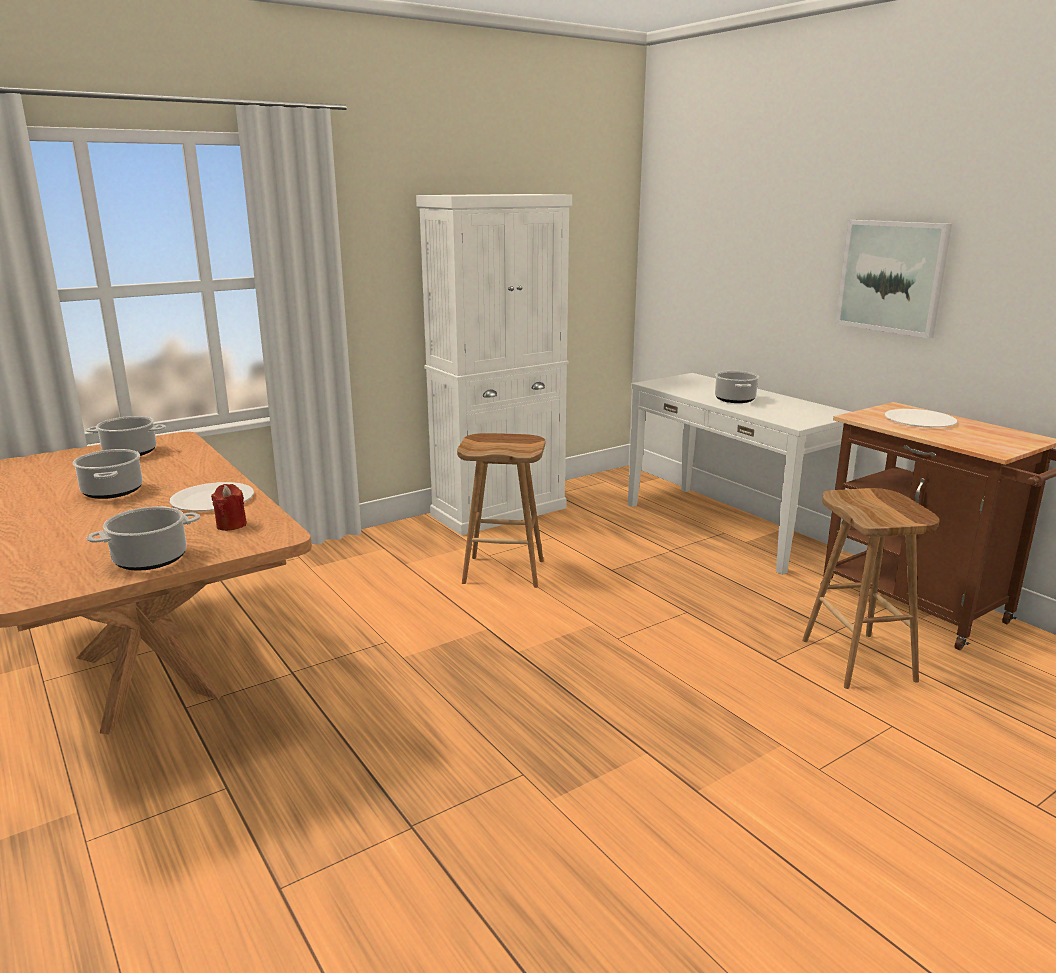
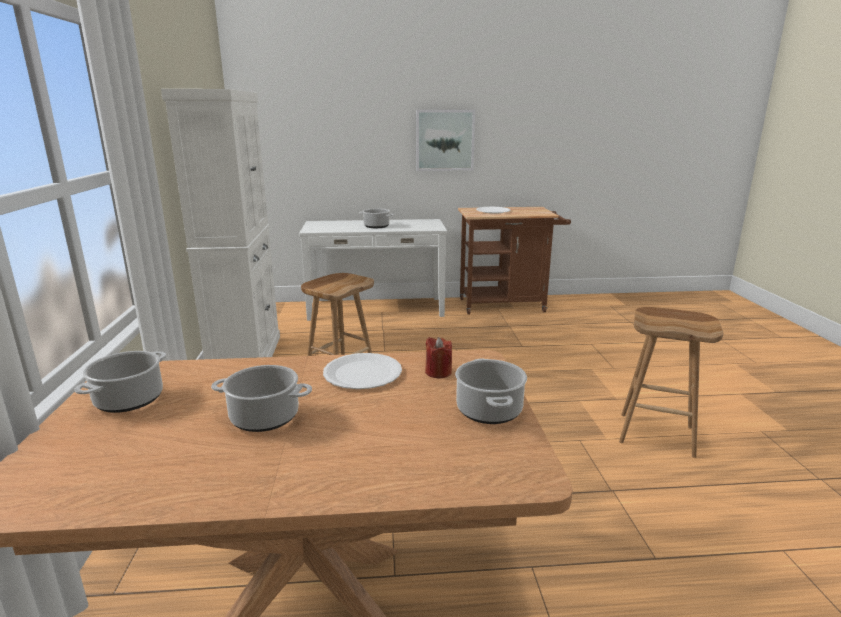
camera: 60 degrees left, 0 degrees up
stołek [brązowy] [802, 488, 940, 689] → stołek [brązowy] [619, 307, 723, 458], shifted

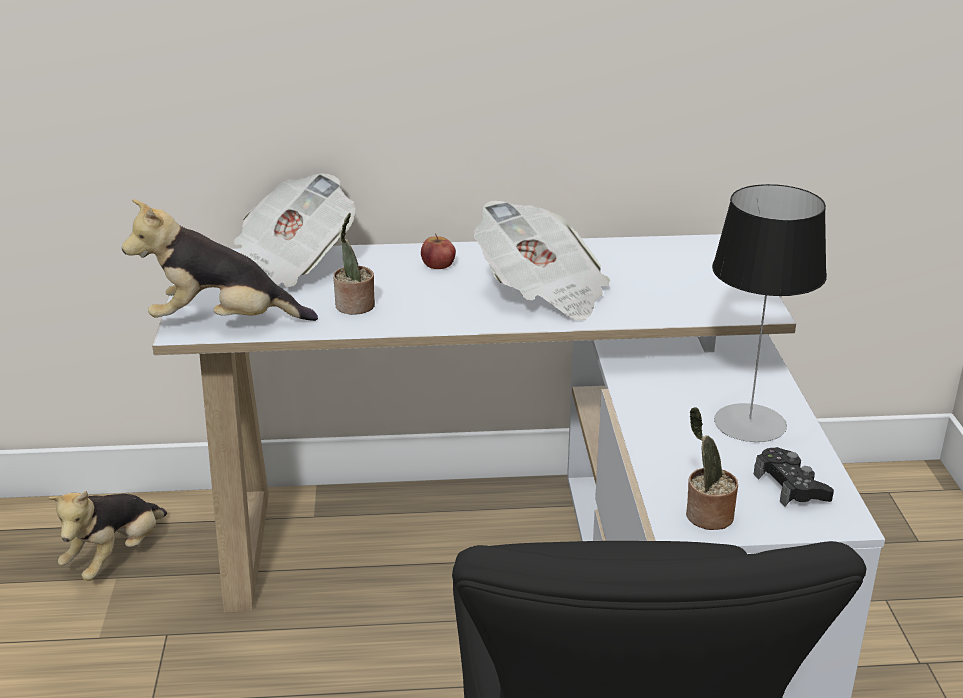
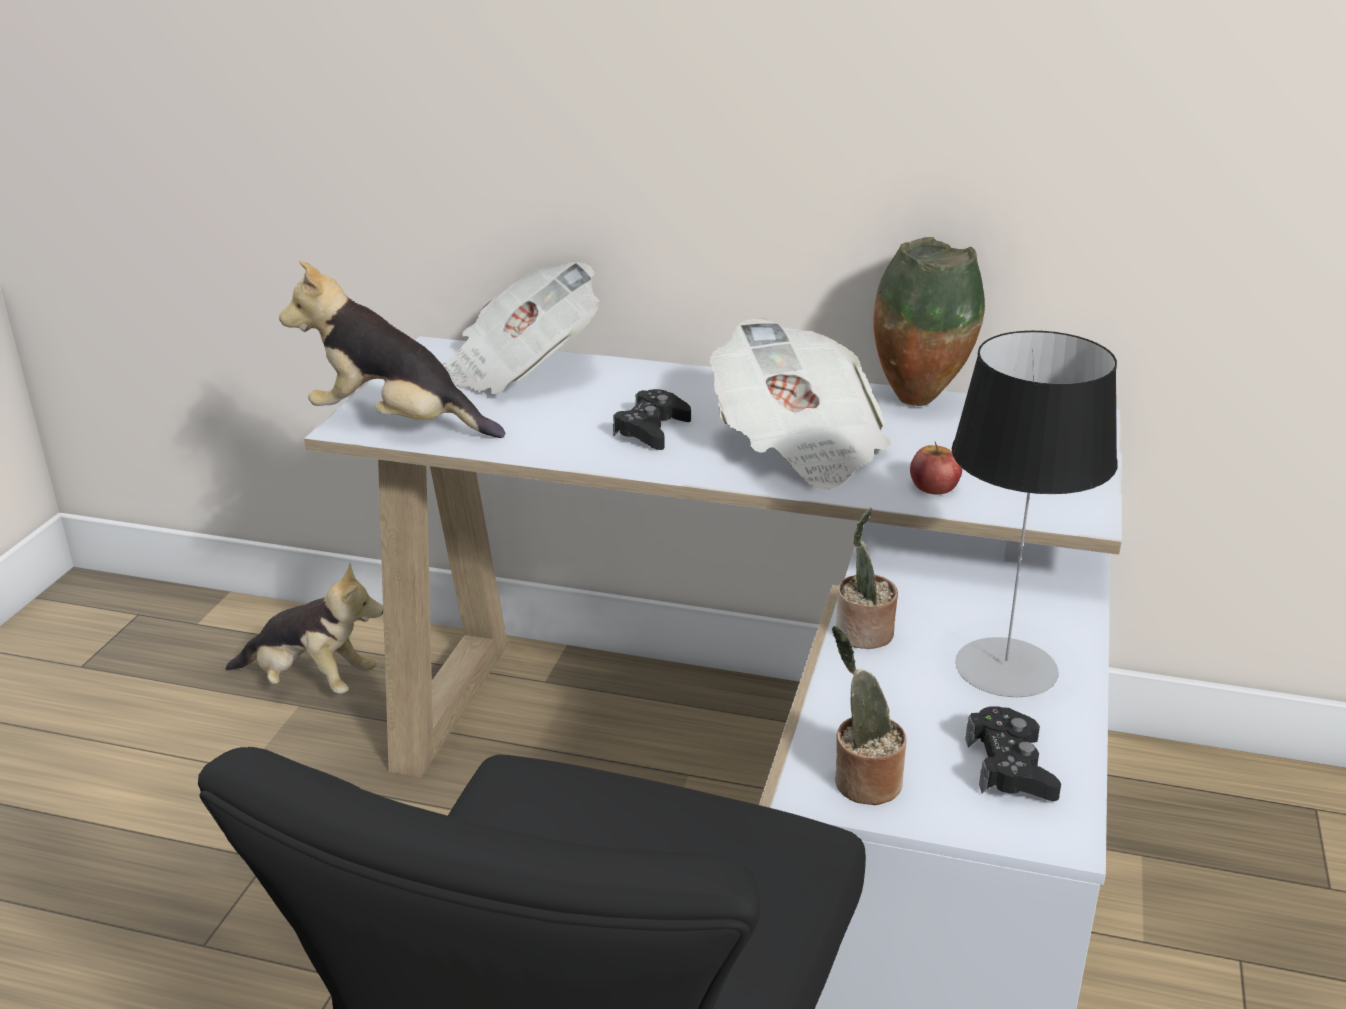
camera: 20 degrees right, 0 degrees up
pluszak [48, 491, 167, 581] → pluszak [225, 562, 383, 694], 120 degrees counterclockwise
- → pad do gier [czarny] [613, 389, 691, 450]
roślina doniczkowa [333, 213, 375, 315] → roślina doniczkowa [836, 508, 898, 649], shifted
- → wazon [874, 237, 985, 406]
jabłko [421, 233, 456, 269] → jabłko [910, 442, 962, 494], shifted

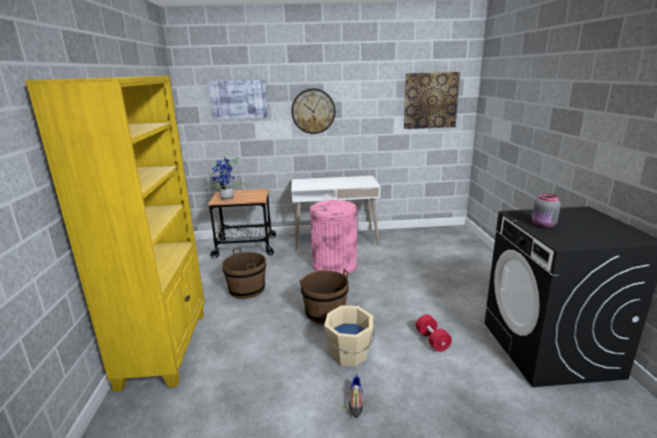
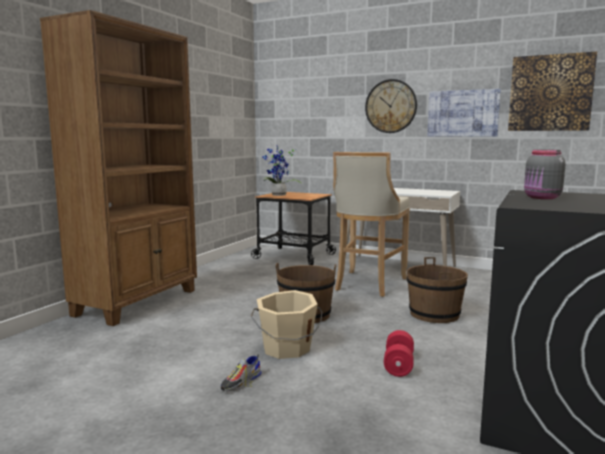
camera: 30 degrees right, 10 degrees down
regał [żółty] [25, 76, 205, 392] → regał [brązowy] [40, 10, 197, 326]
kosz na śmieci [różowy] [310, 200, 357, 275] → stołek [beżowy] [333, 152, 410, 297]
wiadro [brązowy] [222, 247, 266, 299] → wiadro [brązowy] [407, 257, 468, 323], shifted
obraz [208, 80, 268, 119] → obraz [427, 89, 501, 137], shifted

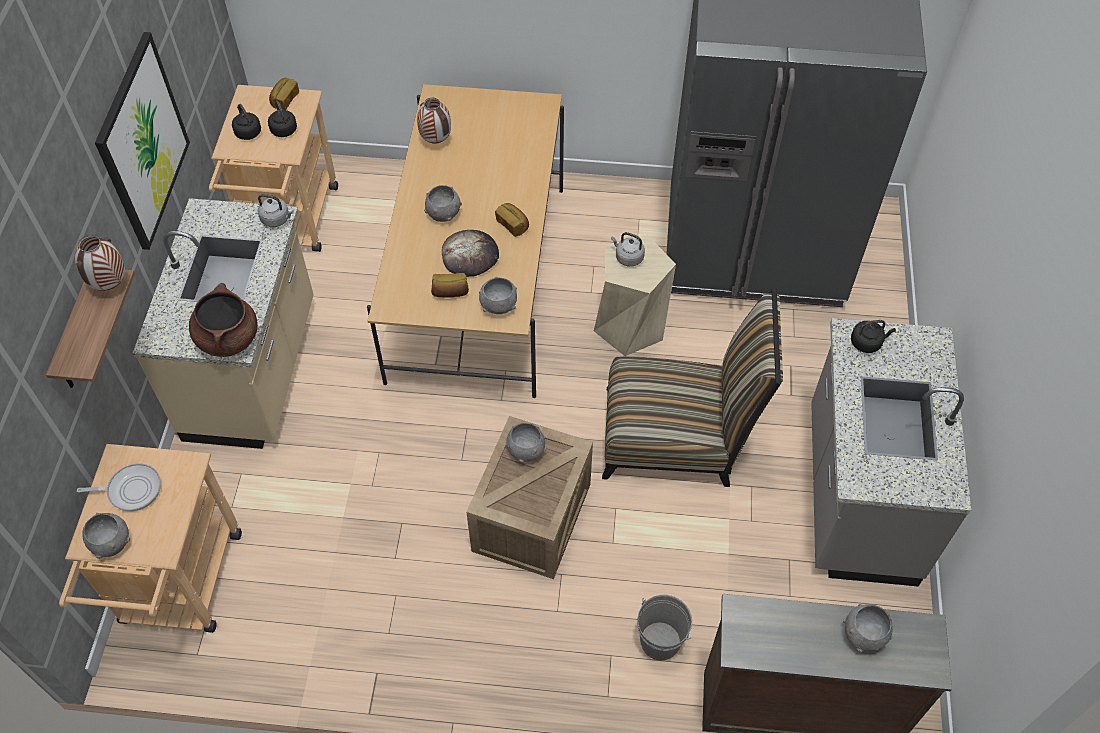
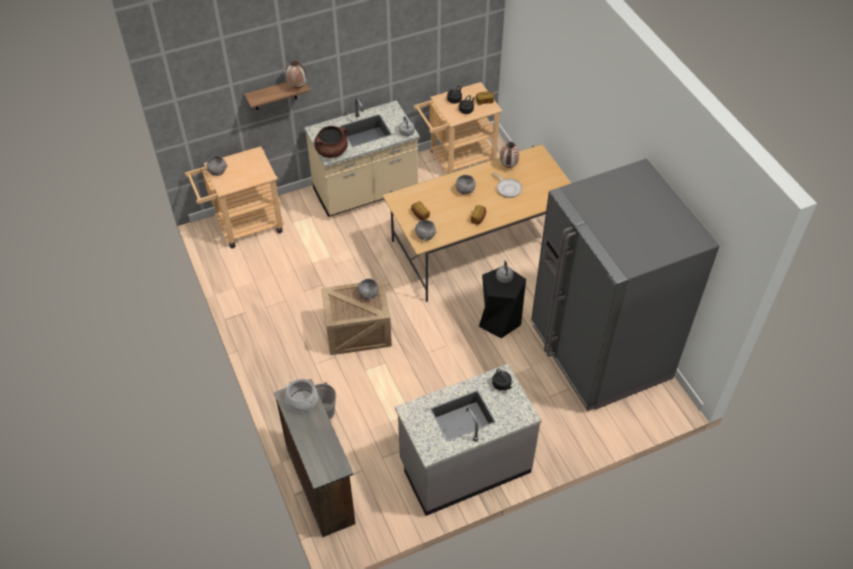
camera: 60 degrees right, 5 degrees down
- → garnek [285, 379, 318, 412]
stołek [beżowy] [594, 235, 676, 356] → stołek [czarny] [479, 267, 526, 338]
patelnia [77, 463, 161, 512] → patelnia [493, 172, 522, 198], shifted
obraz [95, 32, 190, 250] → -
chleb [442, 230, 499, 277] → -
krzesło [602, 288, 783, 487] → -
miska [szary] [843, 604, 893, 652] → -

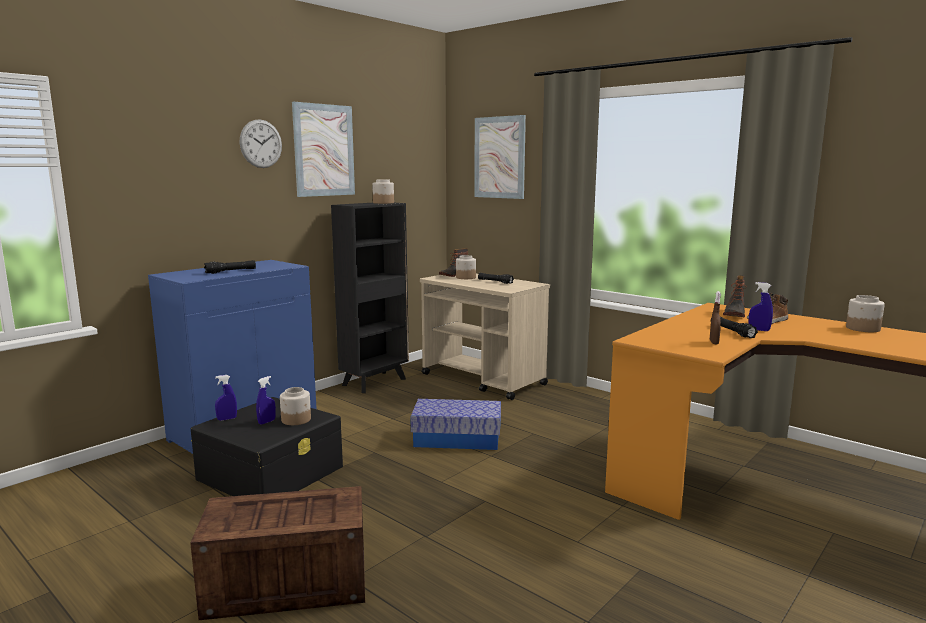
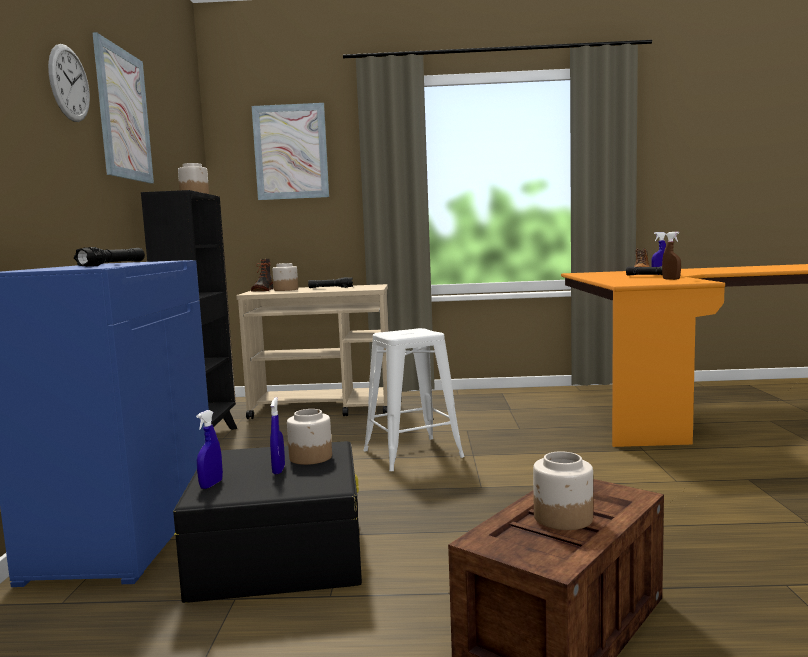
camera: 40 degrees left, 5 degrees down
pojemnik do przechowywania [410, 399, 501, 450] → stołek [biały] [363, 328, 465, 471]
słoik [846, 295, 885, 332] → słoik [533, 451, 593, 530], shifted
but z cholewką [723, 276, 747, 317] → -

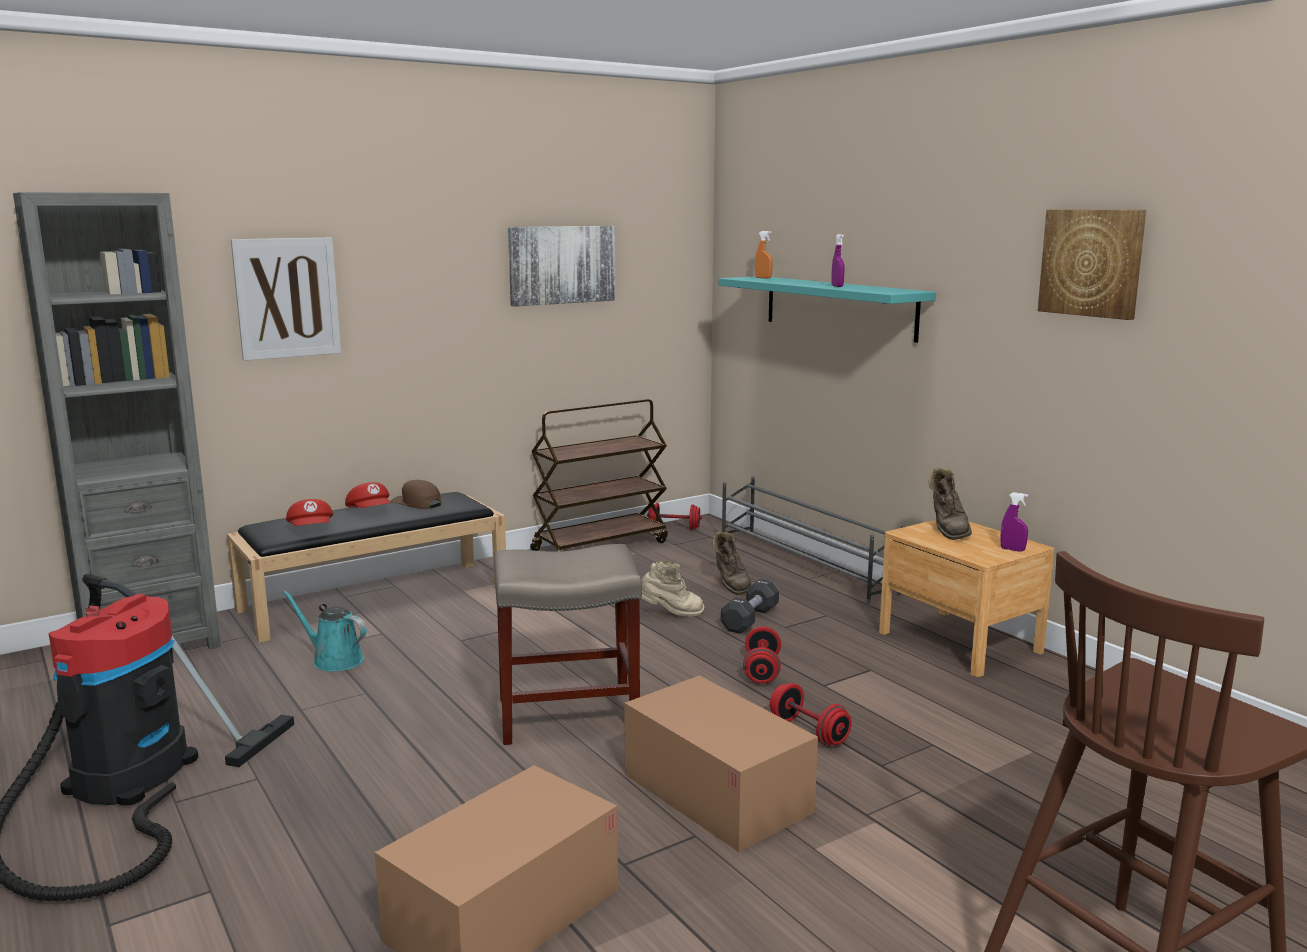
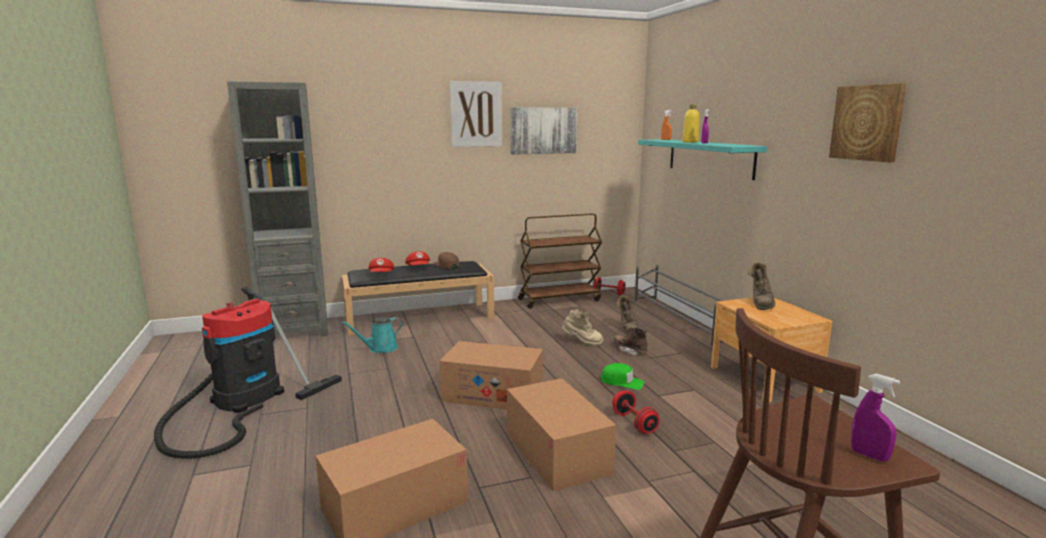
camera: 15 degrees right, 0 degrees up
konewka [turkusowy] [282, 590, 367, 671] → konewka [turkusowy] [341, 317, 403, 353], 75 degrees counterclockwise
stołek [beżowy] [494, 544, 642, 745] → karton [440, 341, 543, 410]
obraz [231, 238, 341, 361] → obraz [450, 81, 502, 147], shifted
hantel [czerwony] [743, 626, 781, 683] → czapka z daszkiem [zielony] [601, 363, 645, 390]
hantel [czarny] [721, 579, 779, 634] → but z cholewką [brązowy] [613, 327, 648, 356]
- → butelka [żółty] [682, 104, 700, 143]
spryskiwacz [fioletowy] [1000, 492, 1028, 551] → spryskiwacz [fioletowy] [851, 374, 900, 462], shifted

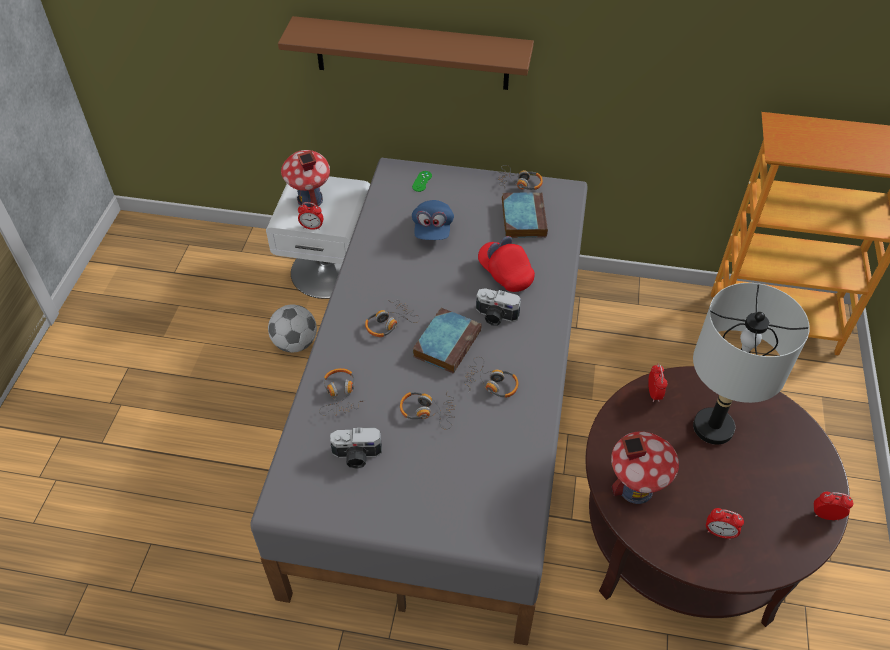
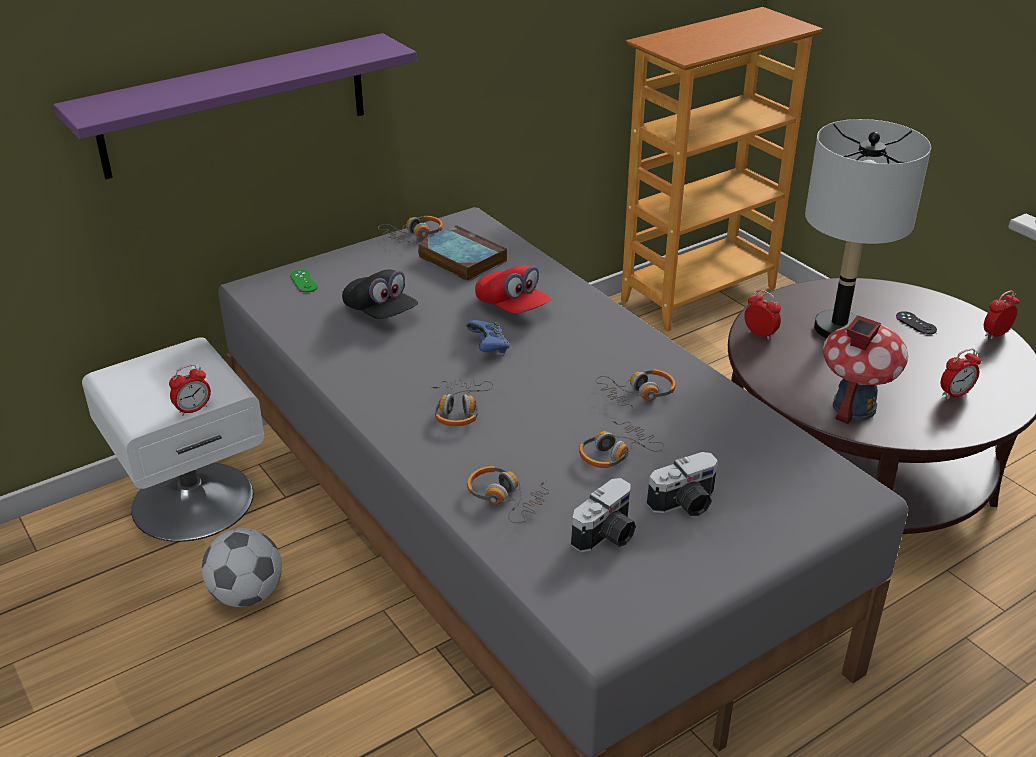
camera: 45 degrees left, 15 degrees down
półka [brązowy] [278, 16, 534, 90] → półka [fioletowy] [53, 33, 417, 179]
czapka z daszkiem [niebieski] [412, 200, 454, 240] → czapka z daszkiem [czarny] [342, 270, 418, 319]
- → pad do gier [niebieski] [466, 320, 510, 353]
czapka z daszkiem [czerwony] [478, 236, 535, 292] → czapka z daszkiem [czerwony] [475, 265, 551, 314], 135 degrees counterclockwise
aparat fotograficzny [476, 288, 521, 326] → aparat fotograficzny [647, 452, 718, 516], shifted
- → pad do gier [czarny] [896, 311, 937, 335]
domek [281, 150, 330, 207] → -
książka [413, 308, 482, 373] → -

